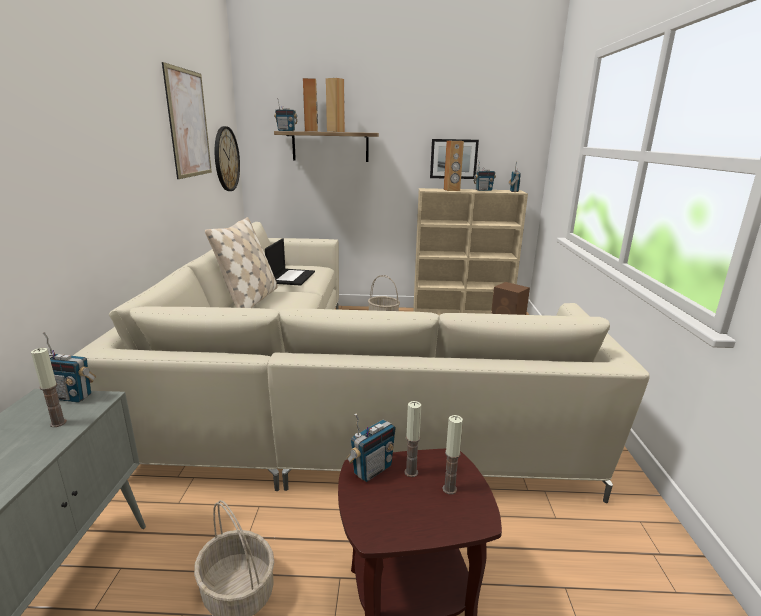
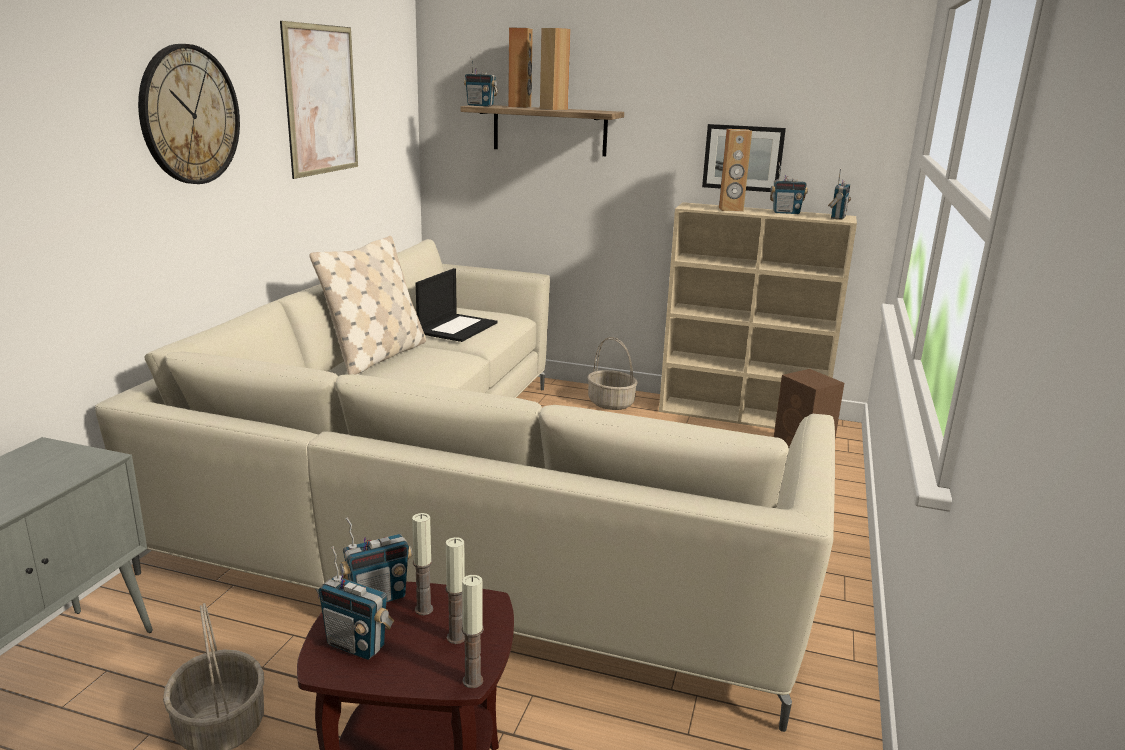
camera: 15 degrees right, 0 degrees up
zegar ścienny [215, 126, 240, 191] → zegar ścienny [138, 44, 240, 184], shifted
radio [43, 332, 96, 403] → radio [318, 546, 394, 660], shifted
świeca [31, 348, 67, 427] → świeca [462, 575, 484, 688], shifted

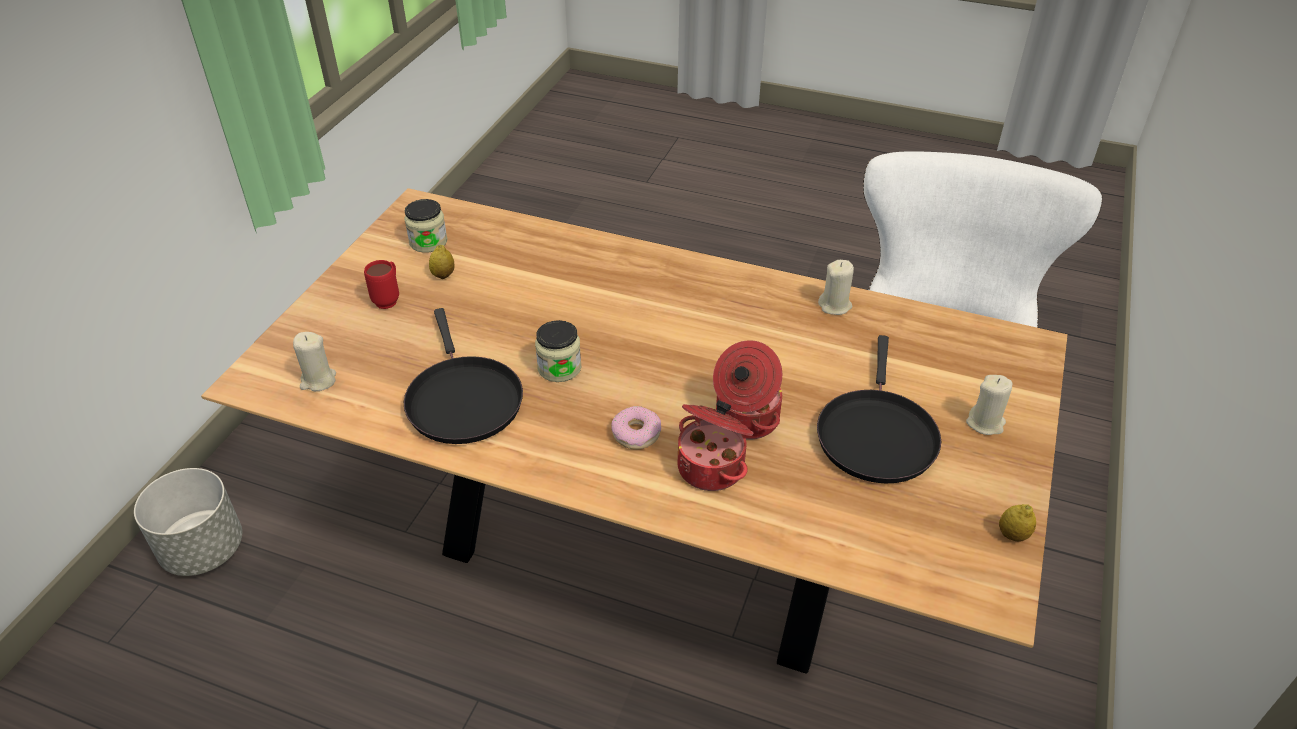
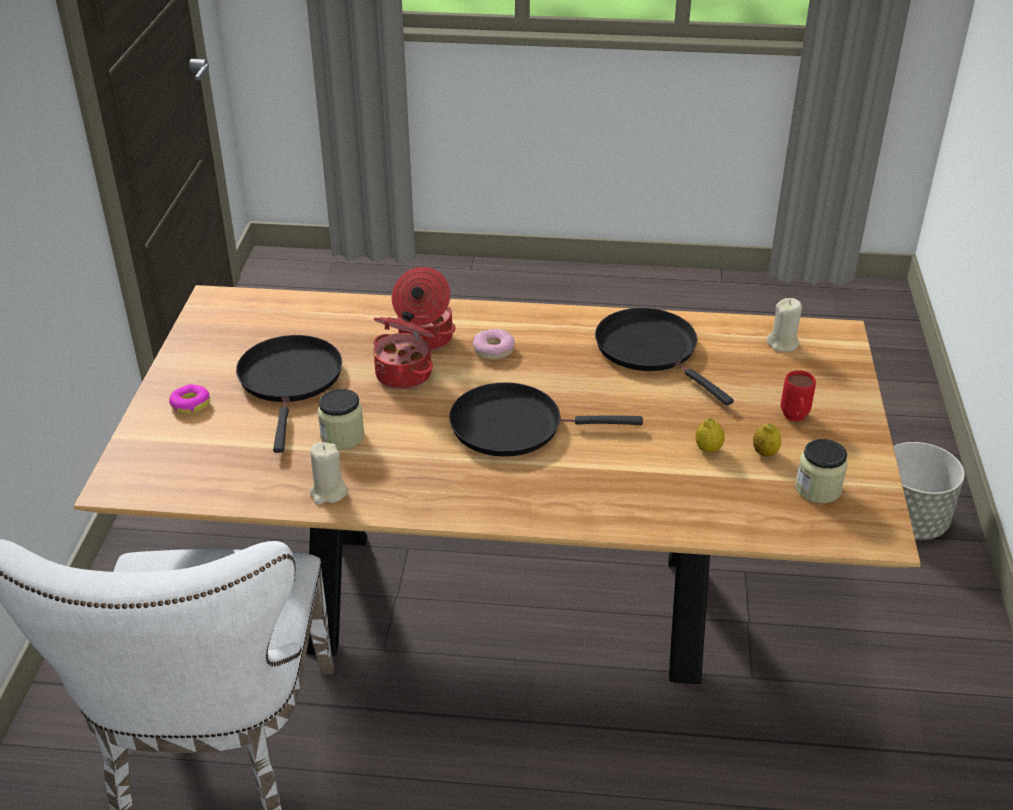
camera: 165 degrees right, 5 degrees down
świeca [beżowy] [966, 375, 1013, 435] → donut [169, 384, 210, 414]
słoik [535, 320, 582, 382] → słoik [318, 389, 364, 450], shifted
- → patelnia [czarny] [449, 382, 643, 457]
cytryna [999, 504, 1036, 542] → cytryna [695, 417, 725, 452], shifted

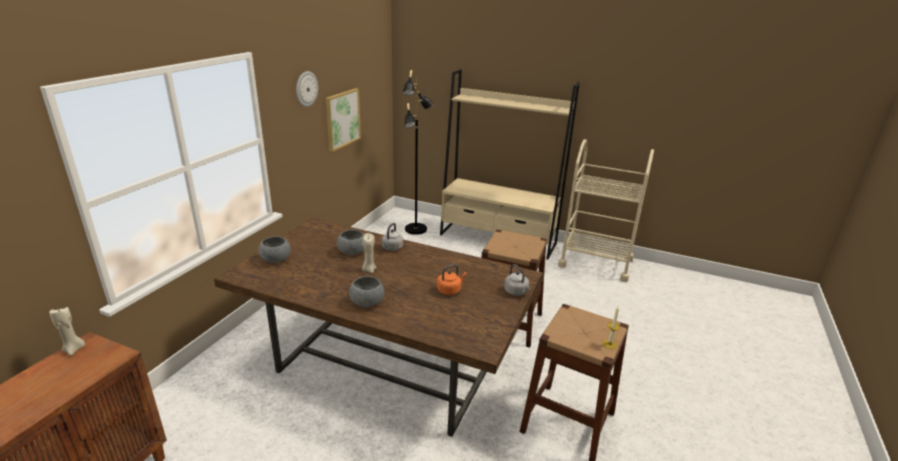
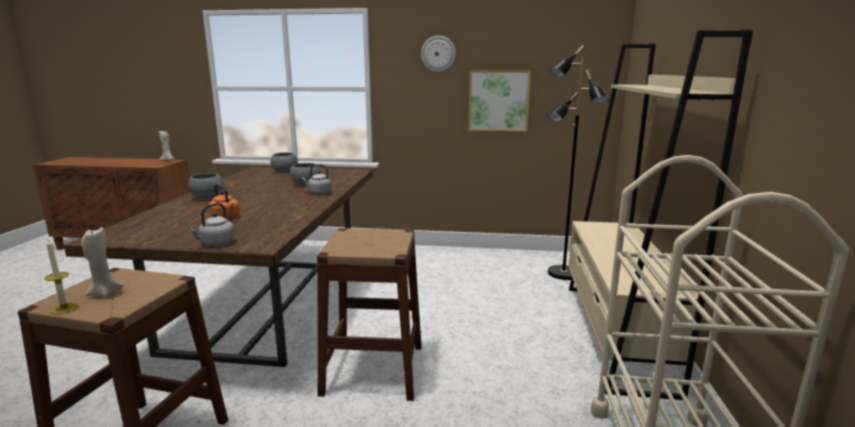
camera: 75 degrees right, 10 degrees down
świeca [beżowy] [362, 233, 377, 273] → świeca [beżowy] [81, 227, 124, 297], shifted

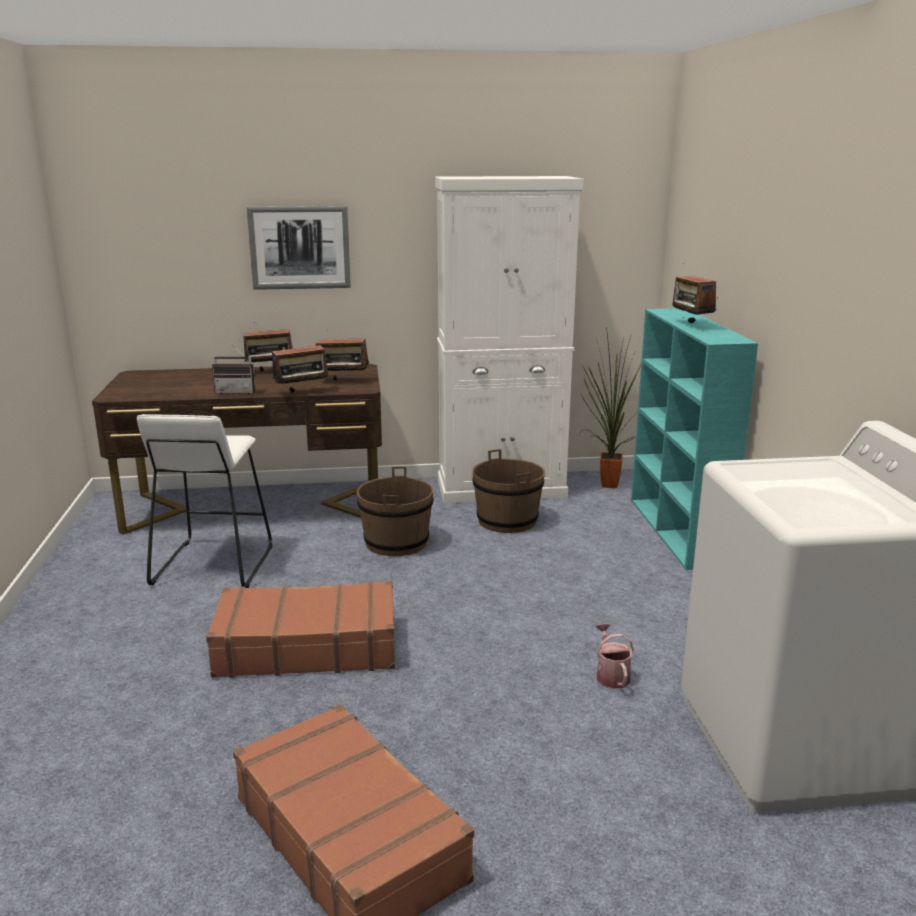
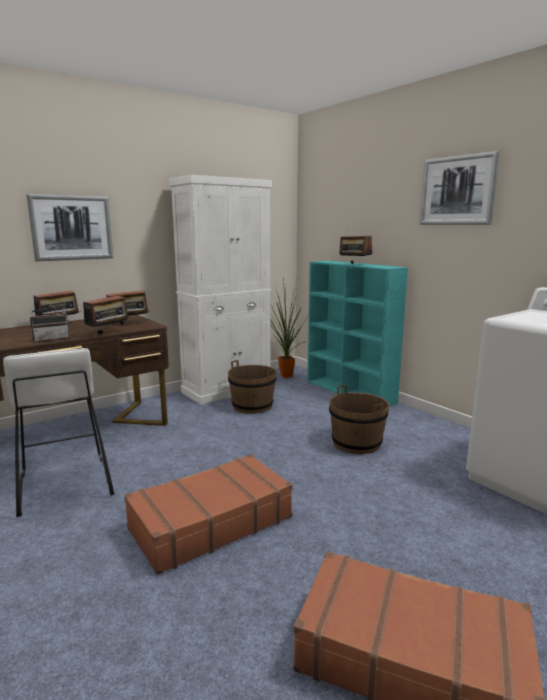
camera: 30 degrees left, 5 degrees down
wiadro [brązowy] [357, 467, 434, 556] → wiadro [brązowy] [329, 385, 389, 454], shifted
- → obraz [420, 151, 500, 225]
konewka [596, 624, 634, 689] → -

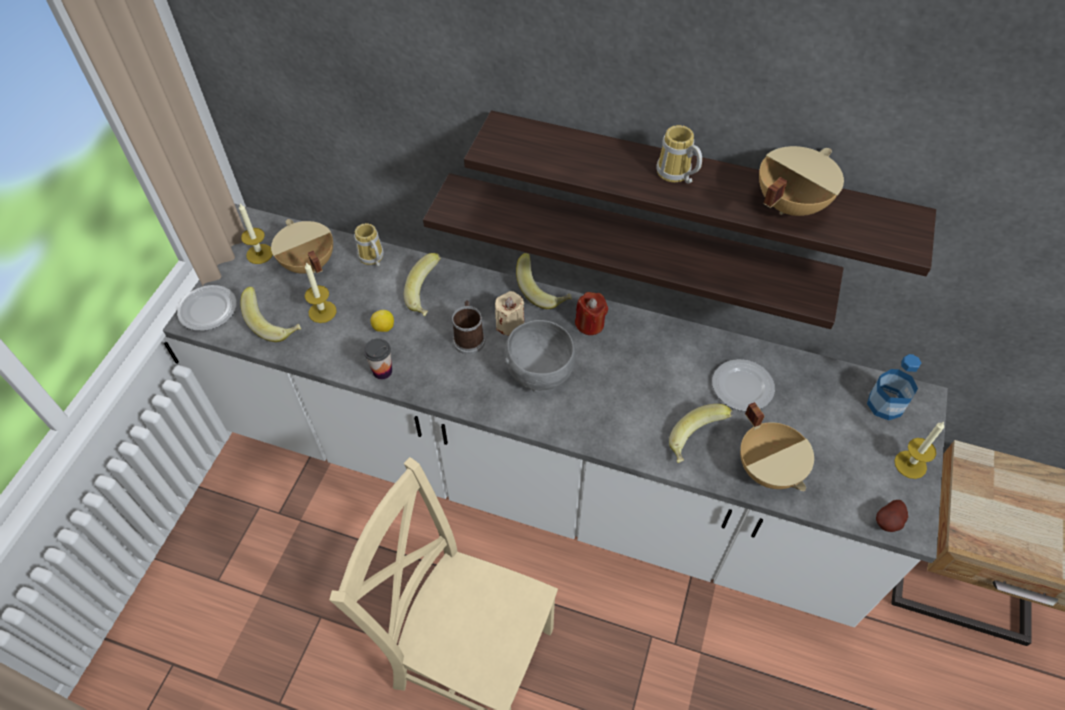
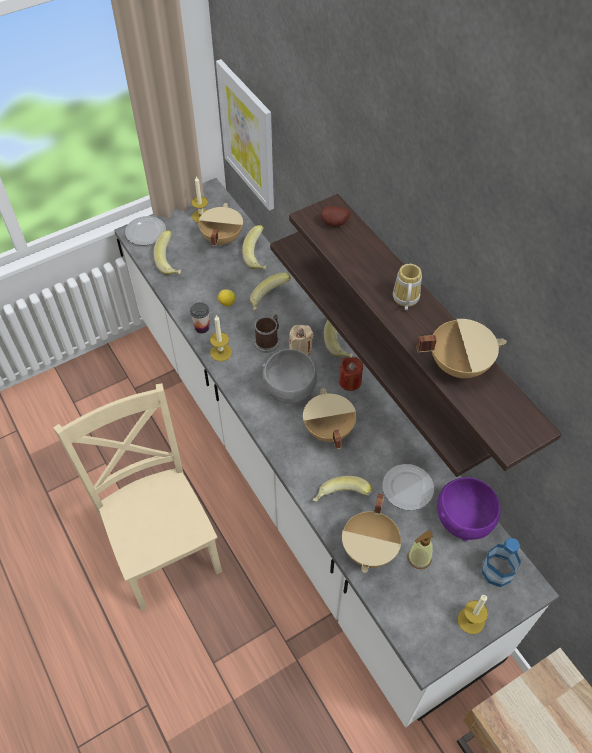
camera: 40 degrees right, 0 degrees up
świeca [305, 262, 336, 323] → świeca [210, 315, 232, 361], shifted
- → obraz [216, 59, 274, 211]
kubek [354, 223, 384, 267] → banan [242, 225, 266, 270]
- → garnek [beżowy] [303, 388, 356, 449]
ziemniak [876, 500, 908, 532] → ziemniak [321, 206, 350, 226], shifted
- → dozownik mydła [408, 530, 433, 569]
- → miska [fioletowy] [437, 477, 501, 541]

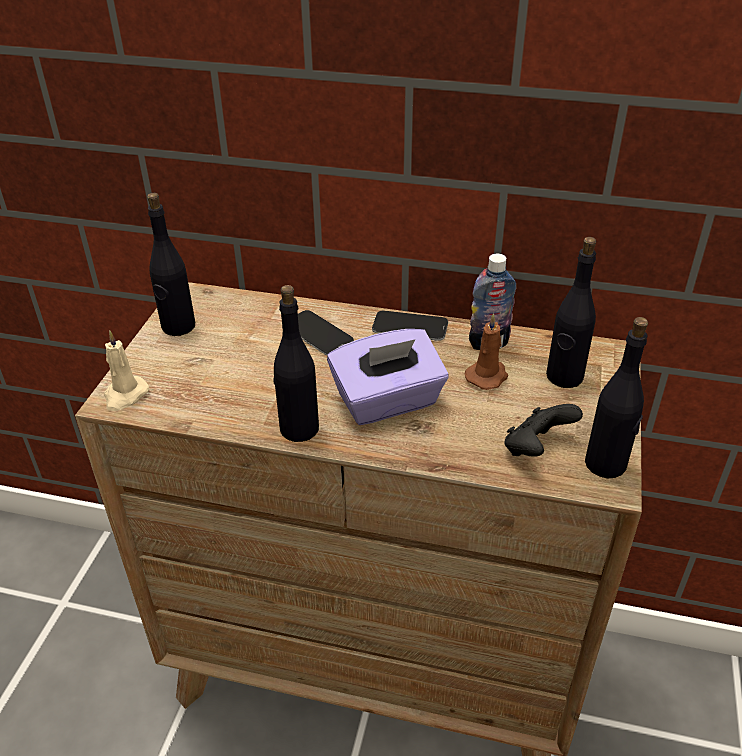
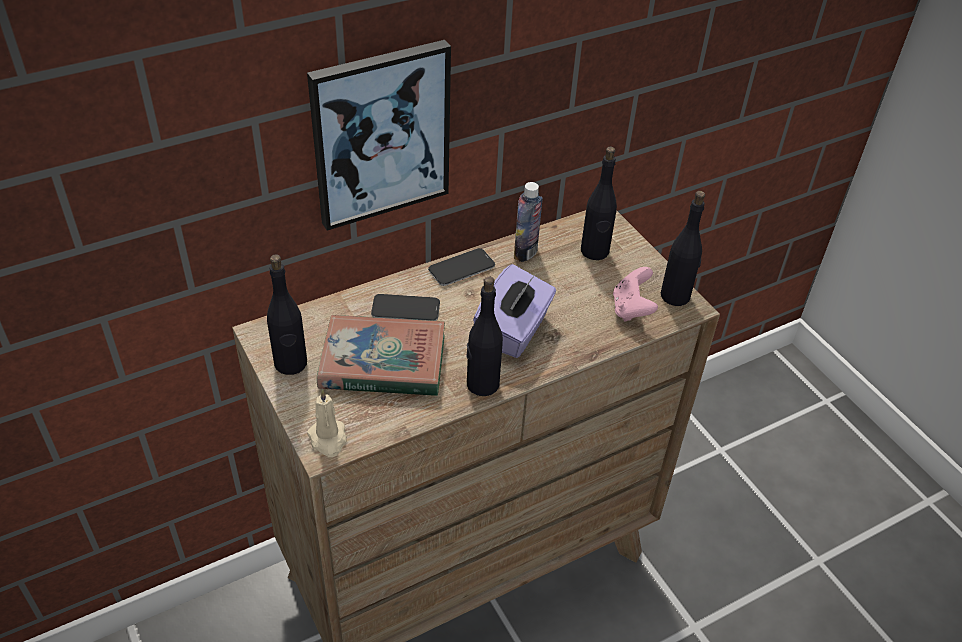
camera: 45 degrees left, 5 degrees up
- → obraz [307, 40, 451, 231]
- → książka [317, 315, 445, 396]
pad do gier [czarny] [504, 404, 583, 457] → pad do gier [różowy] [613, 267, 658, 322]
świeca [brązowy] [465, 313, 508, 390] → -

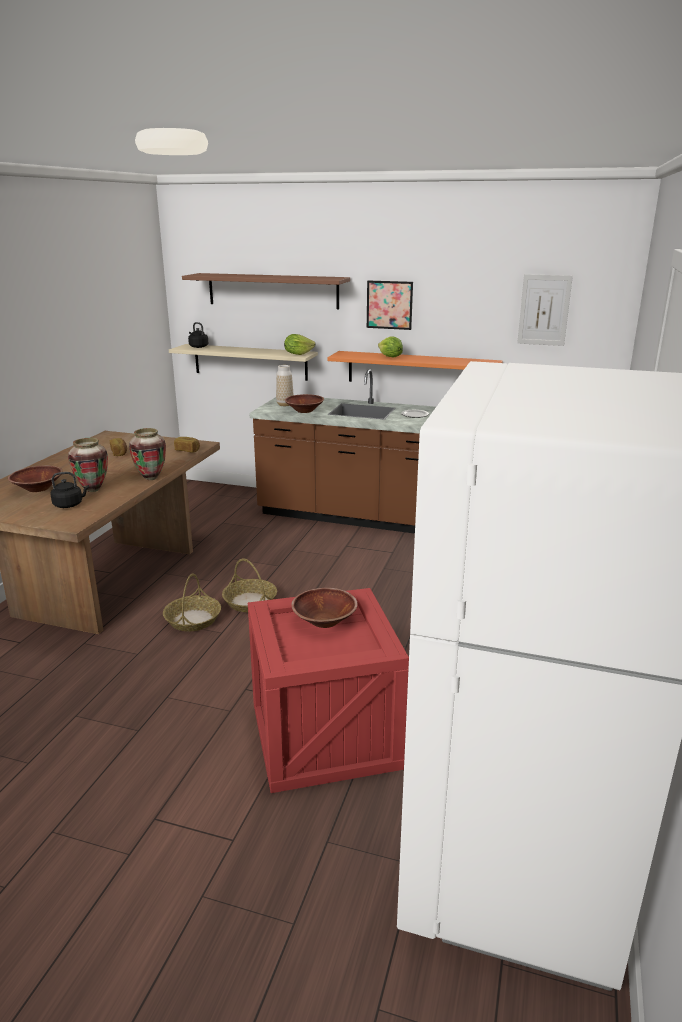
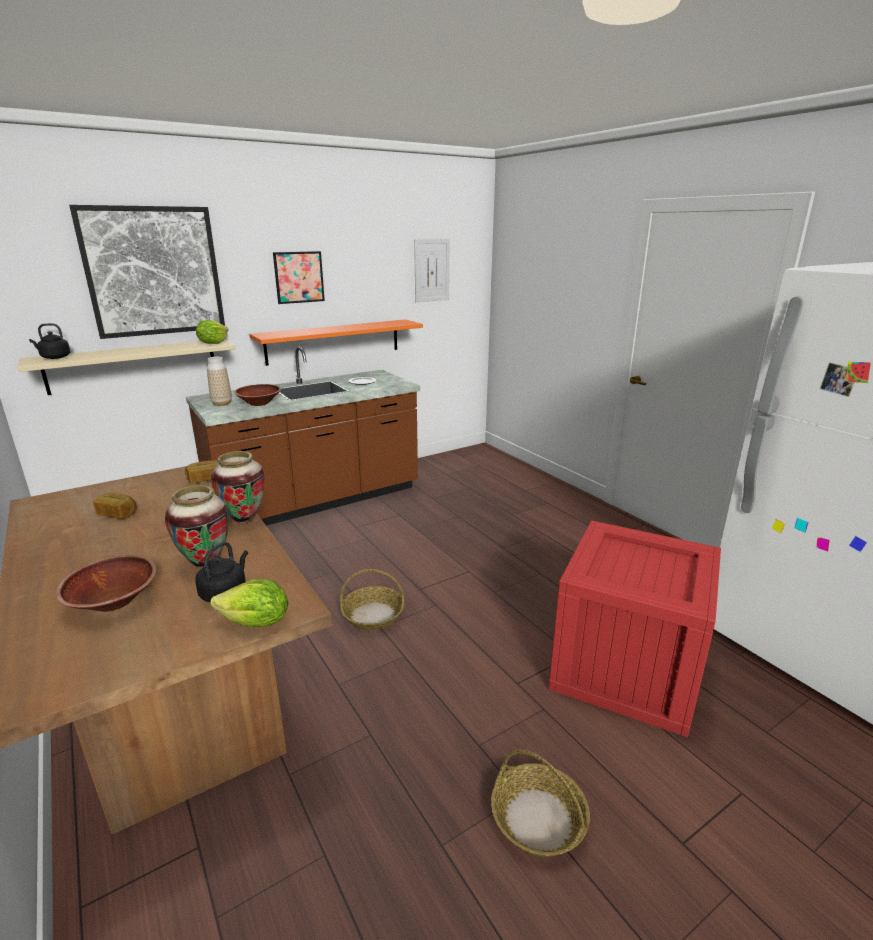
camera: 50 degrees left, 0 degrees up
półka [brązowy] [182, 273, 350, 309] → obraz [69, 205, 225, 339]
sałata [378, 336, 403, 357] → sałata [210, 579, 288, 627], shifted
koszyk [163, 574, 221, 631] → koszyk [491, 749, 590, 857], shifted
miska [brązowy] [291, 588, 358, 628] → -

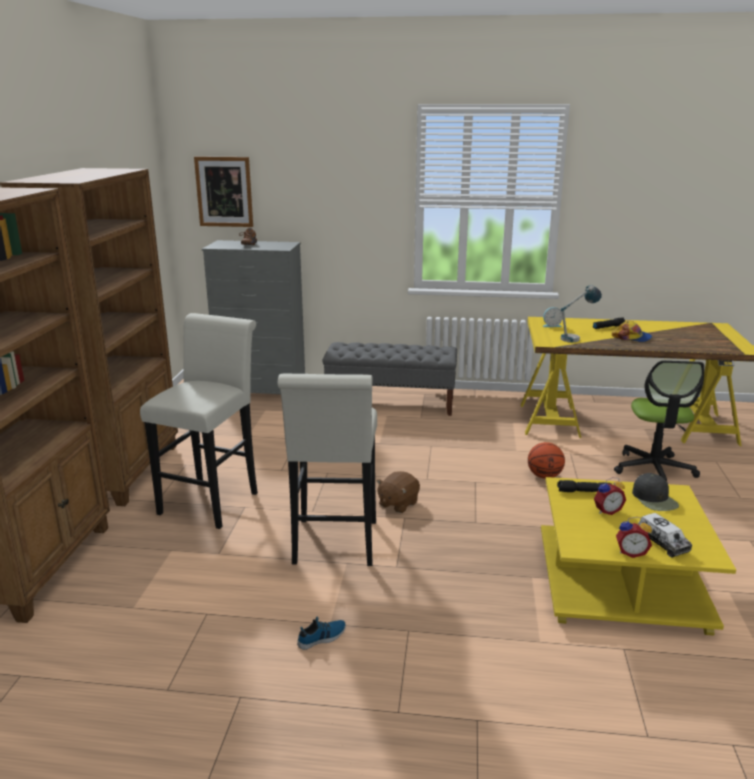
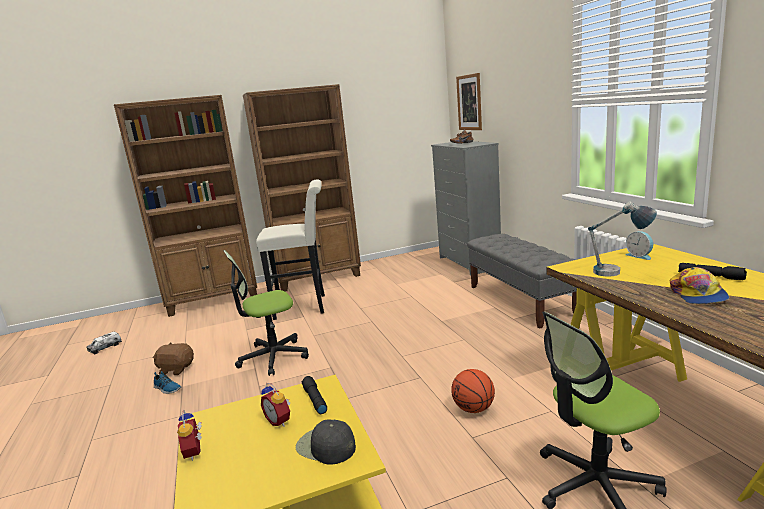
camera: 65 degrees right, 5 degrees down
ciężarówka zabawkowa [639, 513, 692, 558] → ciężarówka zabawkowa [86, 332, 122, 355], shifted
pluszak [brązowy] [377, 471, 420, 513] → pluszak [brązowy] [153, 342, 194, 375], shifted
stołek [biały] [278, 374, 377, 566] → krzesło biurowe [223, 250, 309, 376]
czapka z daszkiem [czarny] [632, 473, 679, 511] → czapka z daszkiem [czarny] [296, 420, 356, 465], 75 degrees clockwise

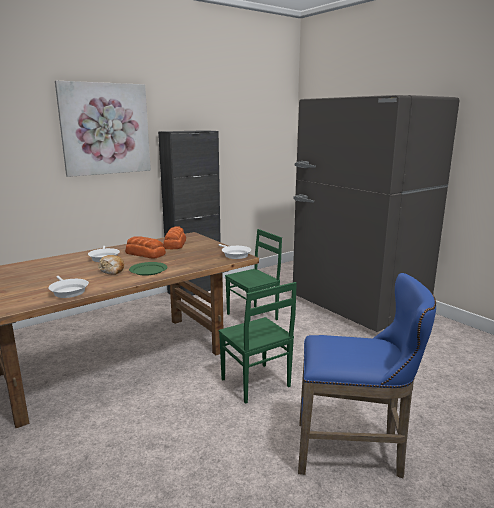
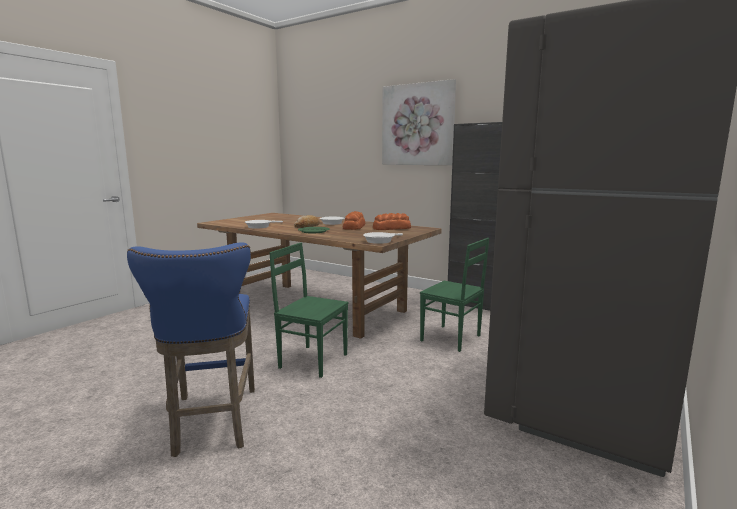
camera: 70 degrees right, 5 degrees down
krzesło [zielony] [219, 282, 297, 404] → krzesło [zielony] [269, 242, 349, 378], 75 degrees clockwise

